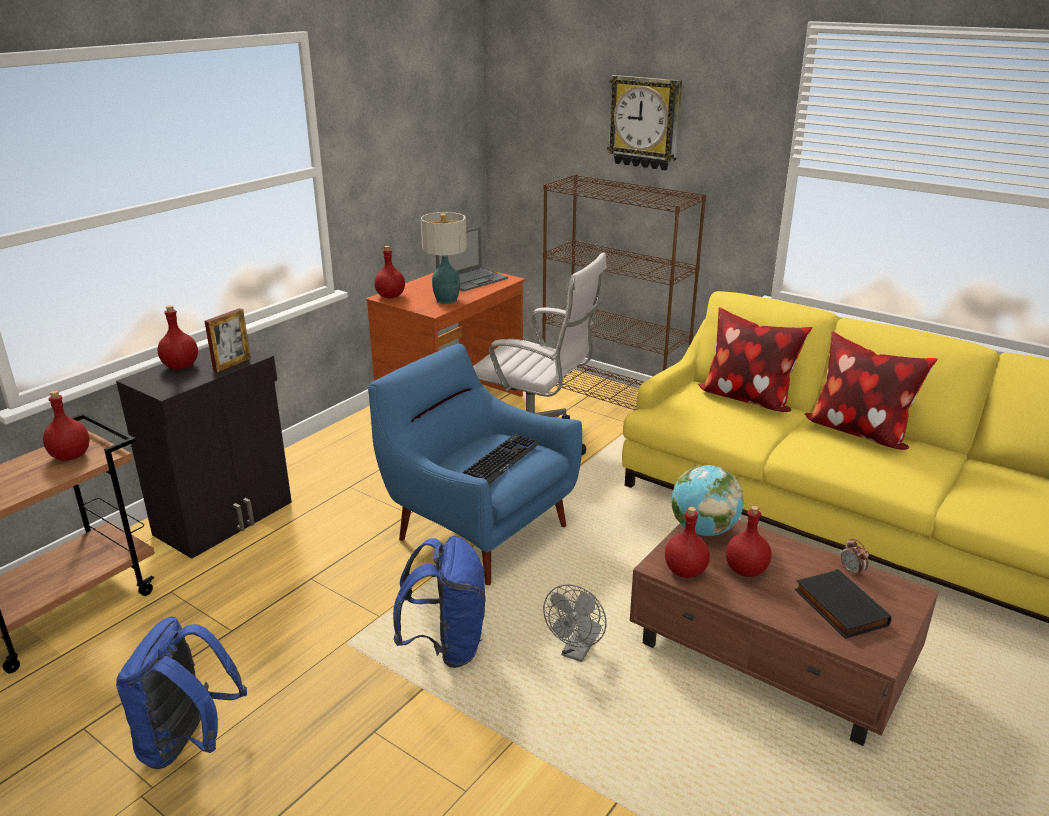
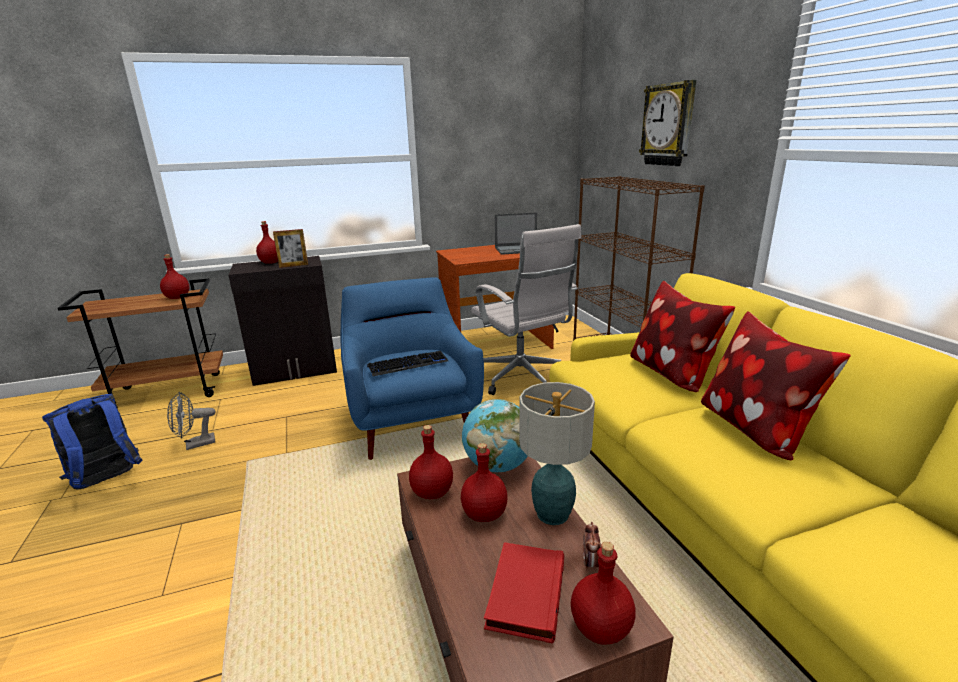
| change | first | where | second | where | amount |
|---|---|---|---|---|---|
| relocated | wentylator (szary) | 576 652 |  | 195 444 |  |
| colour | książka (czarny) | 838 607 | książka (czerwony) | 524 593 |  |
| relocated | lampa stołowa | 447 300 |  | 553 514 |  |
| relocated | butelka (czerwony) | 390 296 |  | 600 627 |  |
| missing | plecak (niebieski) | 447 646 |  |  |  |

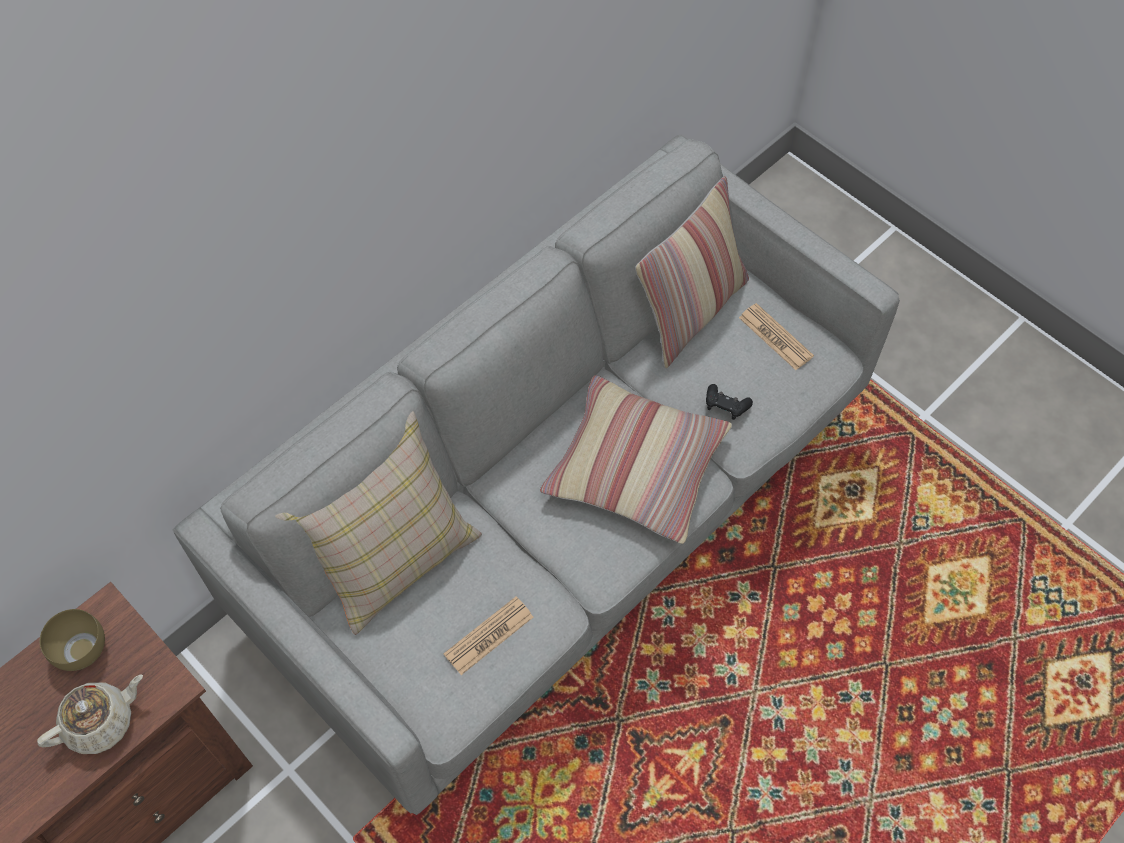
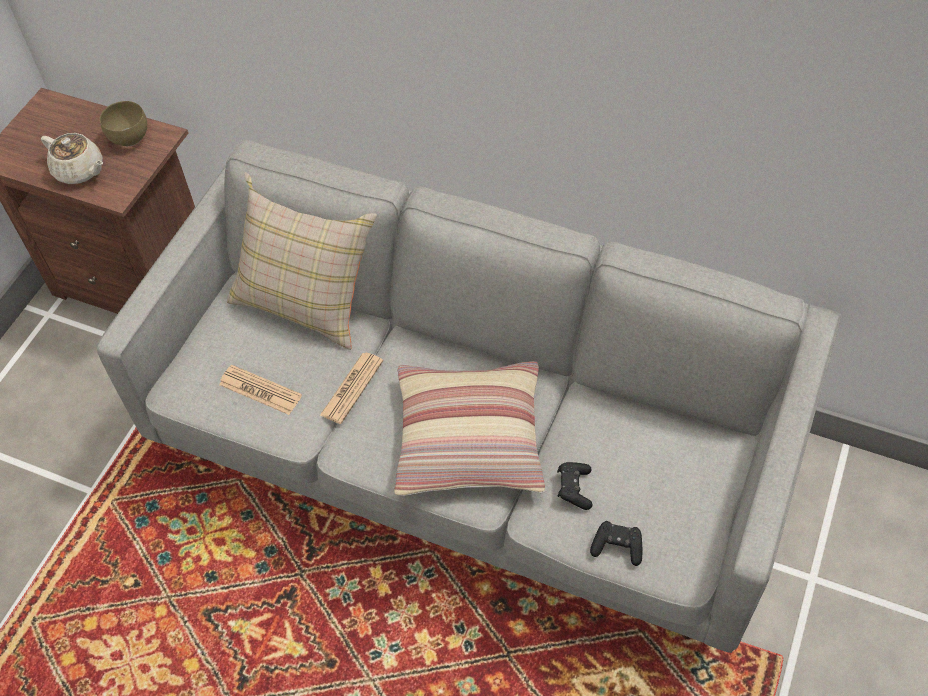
| change | first | where | second | where | amount |
|---|---|---|---|---|---|
| relocated | gazeta | 775 337 |  | 352 388 |  |
| appeared |  |  | pad do gier (czarny) | 617 547 |  |
| missing | poduszka | 690 312 |  |  |  |

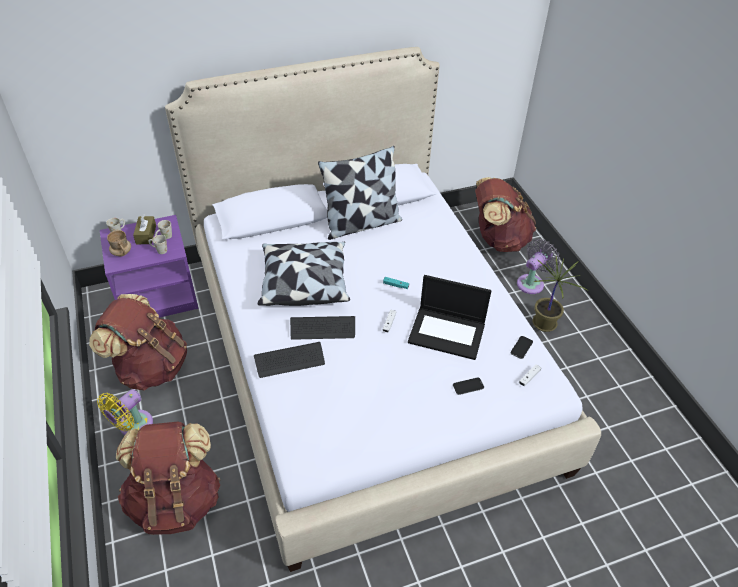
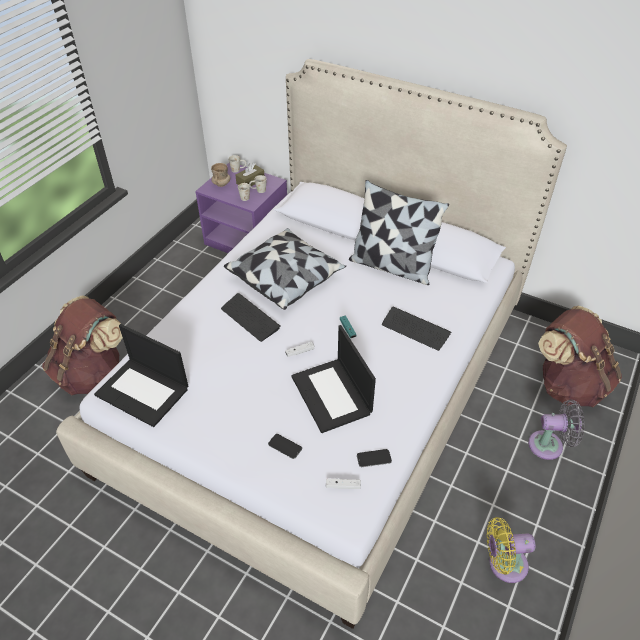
| change | first | where | second | where | amount |
|---|---|---|---|---|---|
| appeared |  |  | laptop | 144 391 |  |
| relocated | klawiatura | 289 360 |  | 415 329 |  |
| relocated | wentylator (żółty) | 133 427 |  | 503 564 |  |
| missing | plecak (brązowy) | 150 367 |  |  |  |
| missing | roślina doniczkowa | 545 324 |  |  |  |

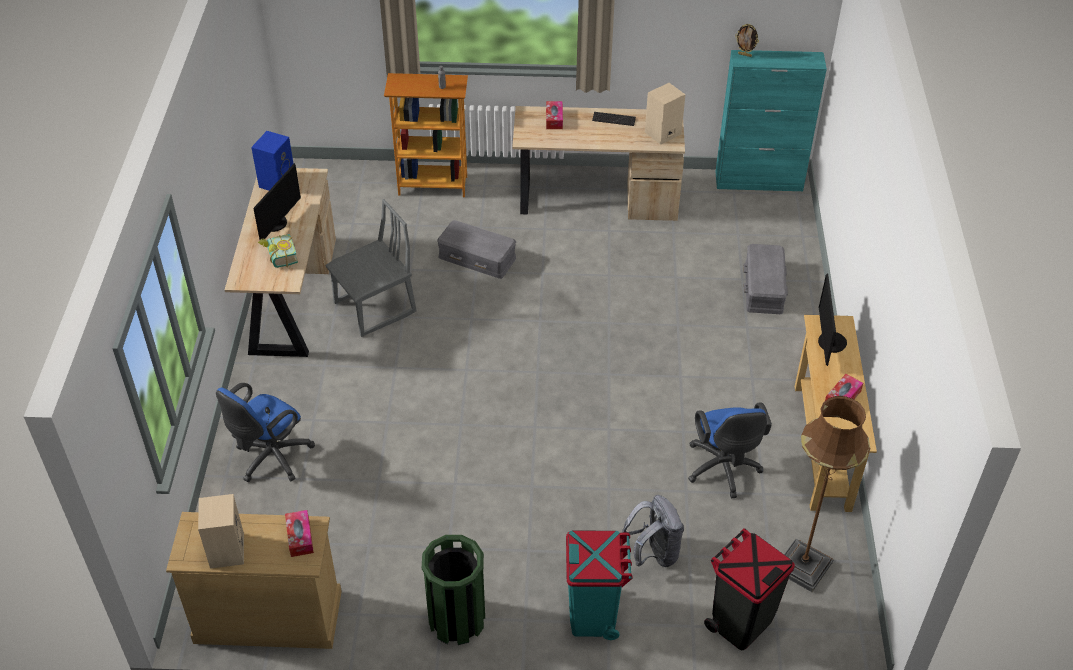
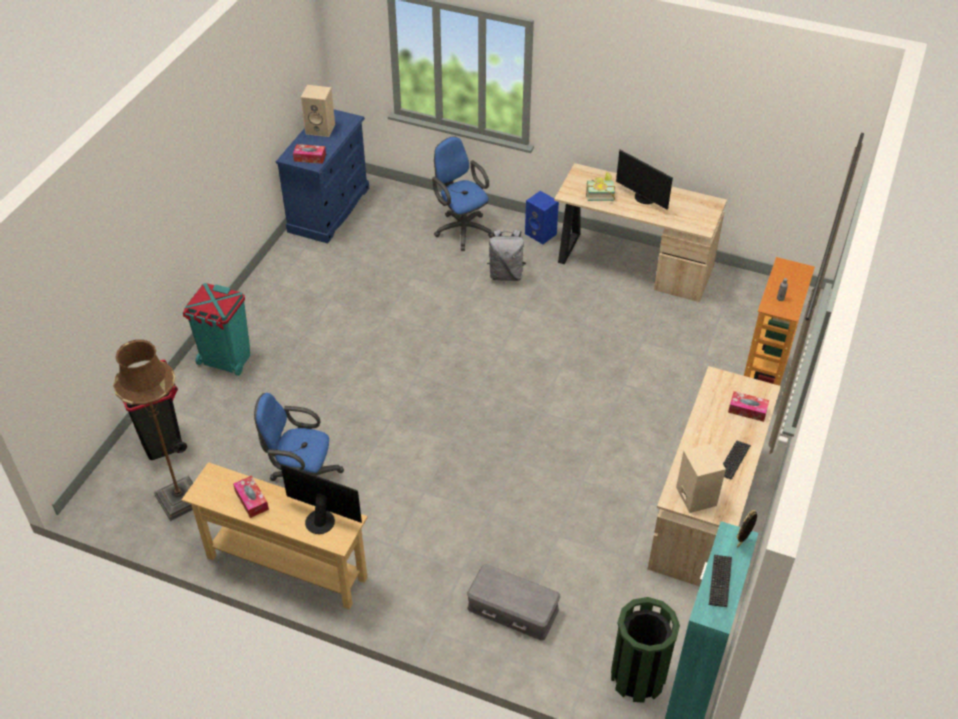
| change | first | where | second | where | amount |
|---|---|---|---|---|---|
| colour | komoda (beżowy) | 268 616 | komoda (niebieski) | 329 209 |  |
| relocated | plecak (szary) | 653 553 |  | 506 274 |  |
| relocated | głośnik (niebieski) | 277 181 |  | 541 234 |  |
| relocated | kosz na śmieci (zielony) | 457 620 |  | 637 677 |  |
| appeared |  |  | klawiatura | 720 581 |  |
| missing | krzesło (szary) | 375 308 |  |  |  |
| missing | pojemnik do przechowywania (szary) | 477 257 |  |  |  |

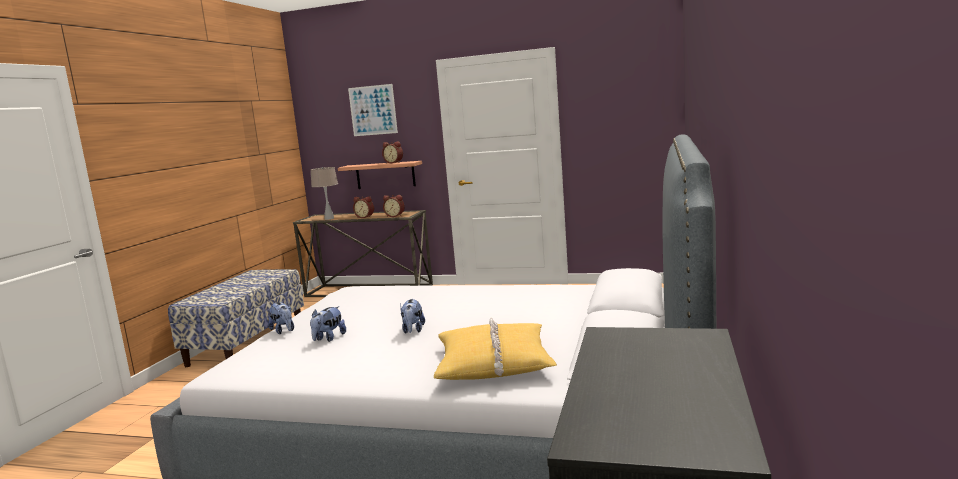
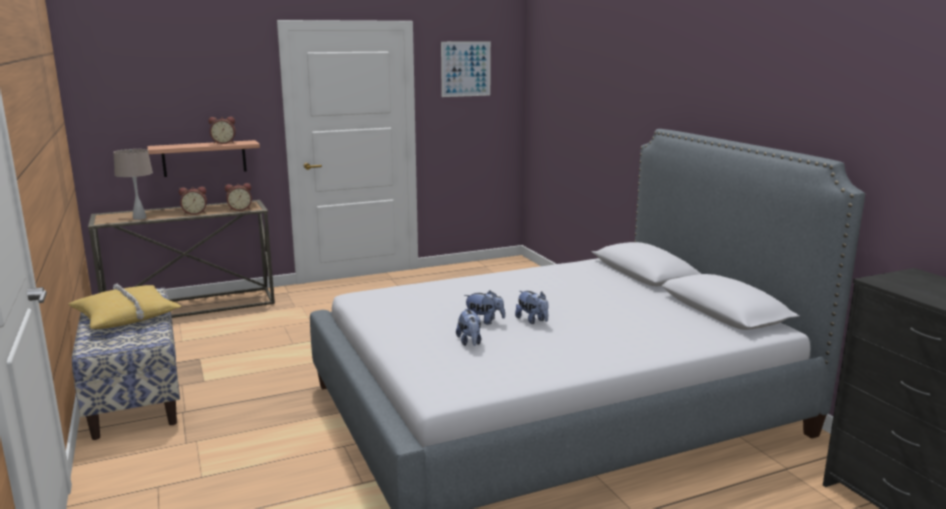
| change | first | where | second | where | amount |
|---|---|---|---|---|---|
| relocated | poduszka (żółty) | 493 363 |  | 126 316 |  |
| relocated | obraz | 373 110 |  | 466 69 |  |
| relocated | pluszak | 284 331 |  | 484 321 |  |

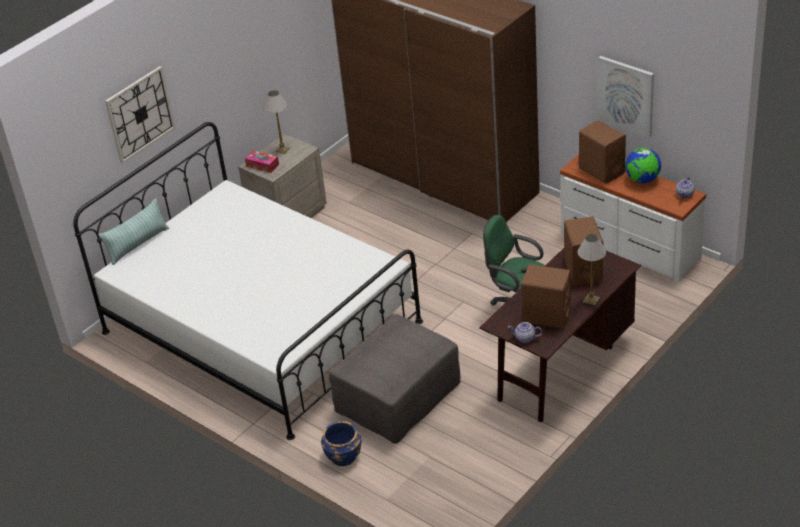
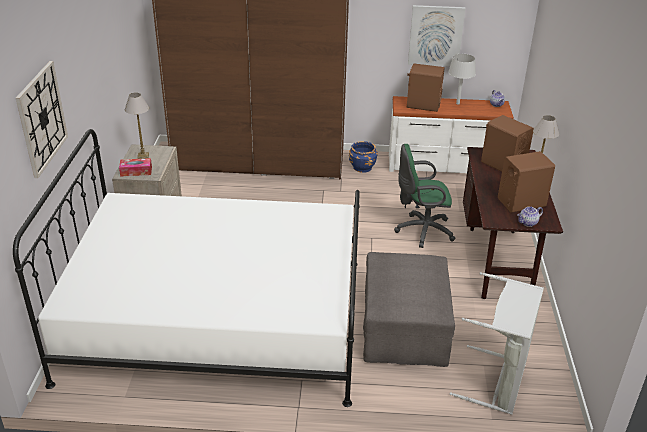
| change | first | where | second | where | amount |
|---|---|---|---|---|---|
| relocated | donica (niebieski) | 343 456 |  | 362 167 |  |
| exchanged | globus | 642 180 | lampa stołowa (szary) | 458 103 |  |
| appeared |  |  | kosz na pranie (szary) | 498 382 |  |
| missing | poduszka | 138 244 |  |  |  |

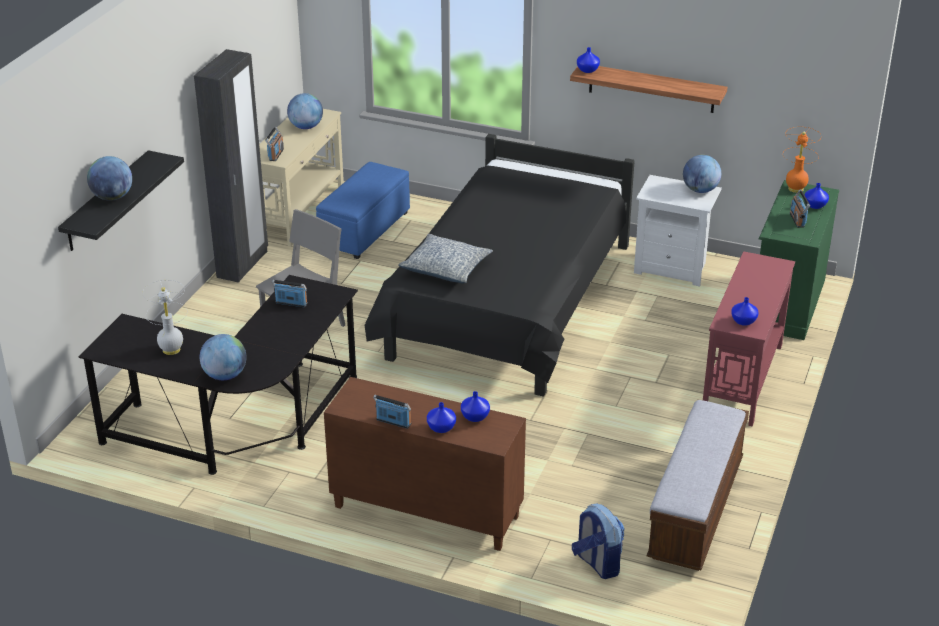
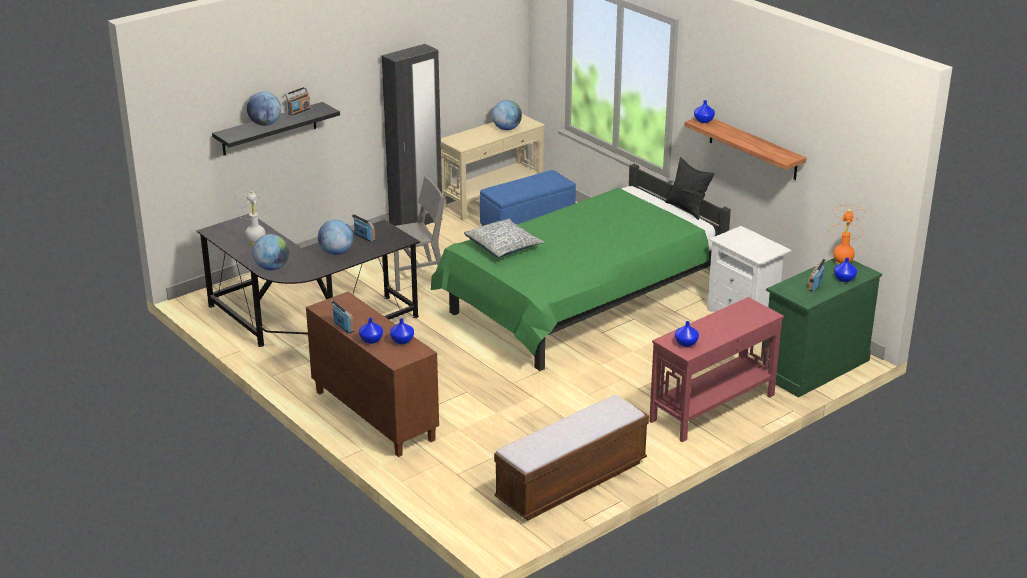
| change | first | where | second | where | amount |
|---|---|---|---|---|---|
| relocated | radio | 276 154 |  | 299 111 |  |
| relocated | globus | 700 190 |  | 336 252 |  |
| colour | łóżko (czarny) | 509 306 | łóżko (zielony) | 580 304 |  |
| appeared |  |  | poduszka (czarny) | 687 209 |  |
| missing | plecak | 597 563 |  |  |  |

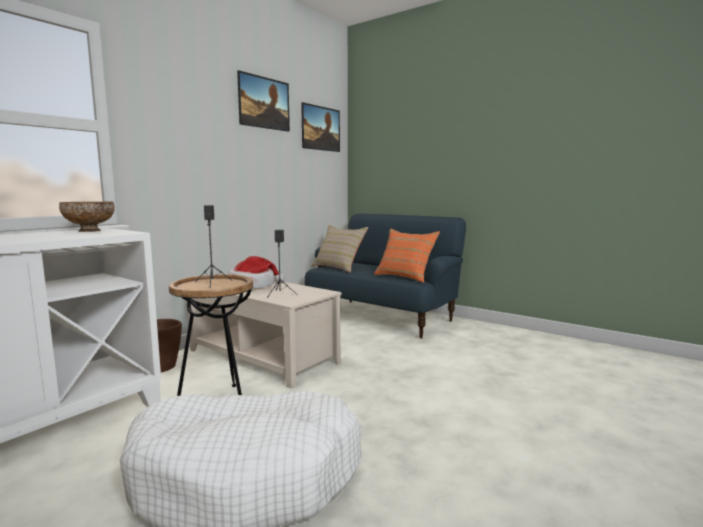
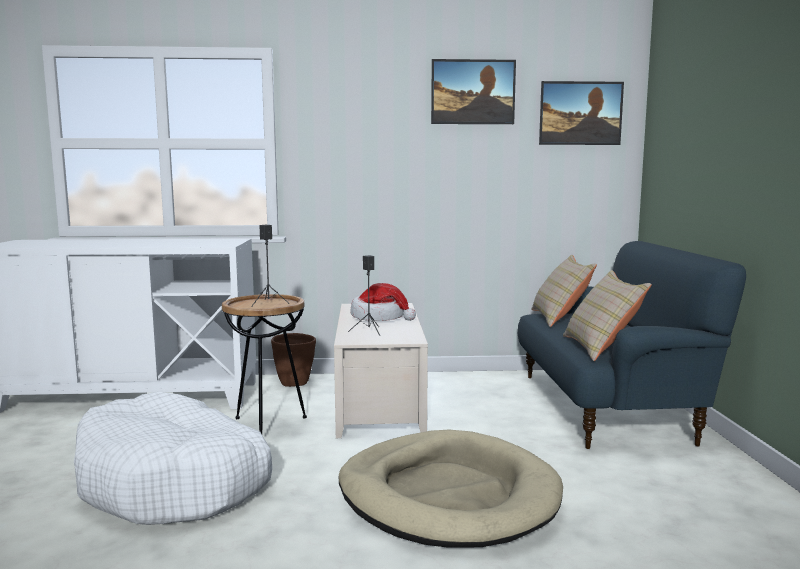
| change | first | where | second | where | amount |
|---|---|---|---|---|---|
| appeared |  |  | legowisko (beżowy) | 447 495 |  |
| colour | poduszka (pomarańczowy) | 405 276 | poduszka (beżowy) | 600 348 |  |
| missing | miska | 89 231 |  |  |  |

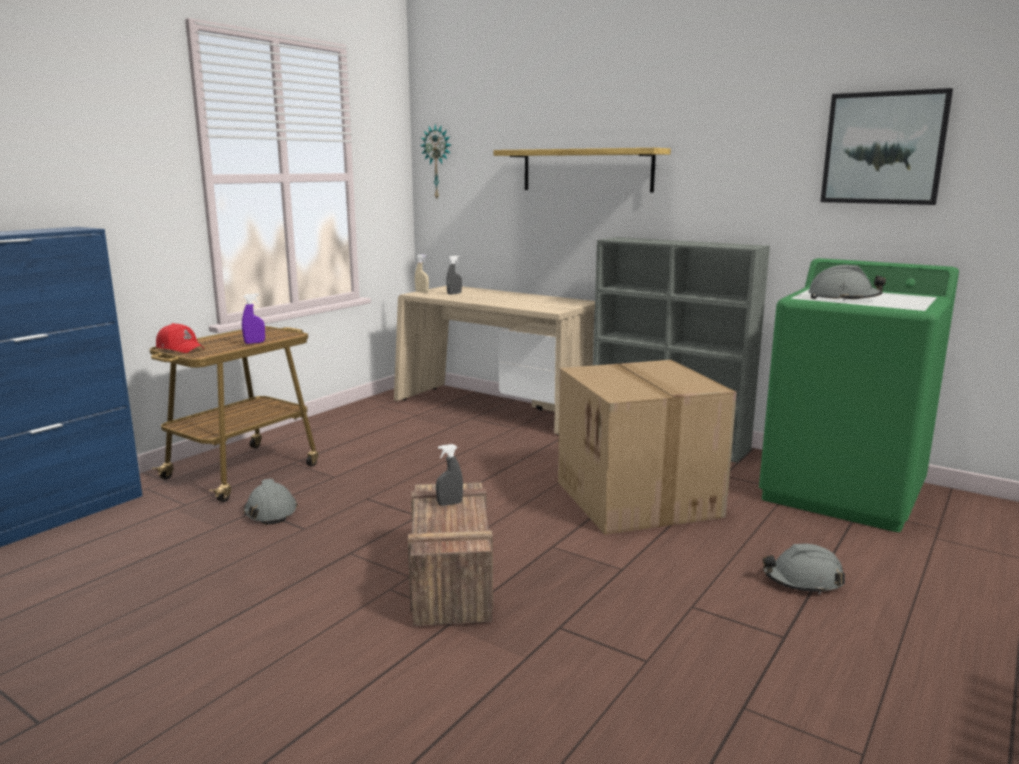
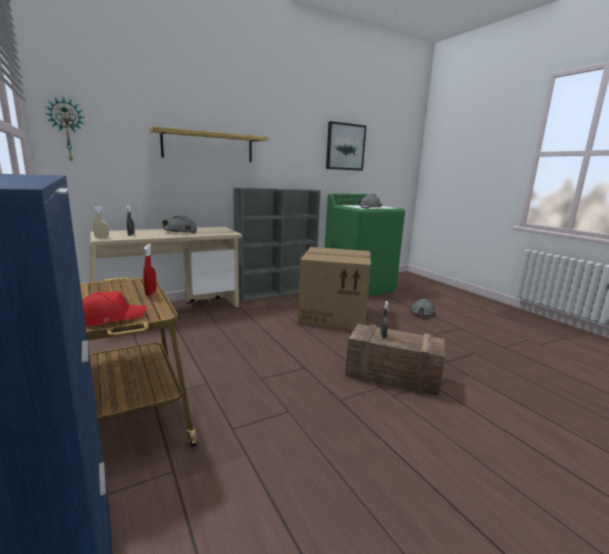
| change | first | where | second | where | amount |
|---|---|---|---|---|---|
| colour | spryskiwacz (fioletowy) | 254 343 | spryskiwacz (czerwony) | 151 293 |  |
| relocated | kask (szary) | 270 511 |  | 180 231 |  |

